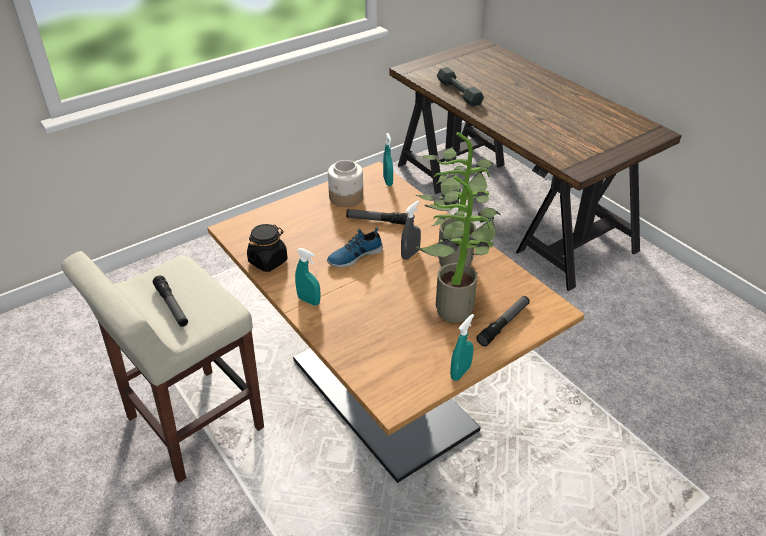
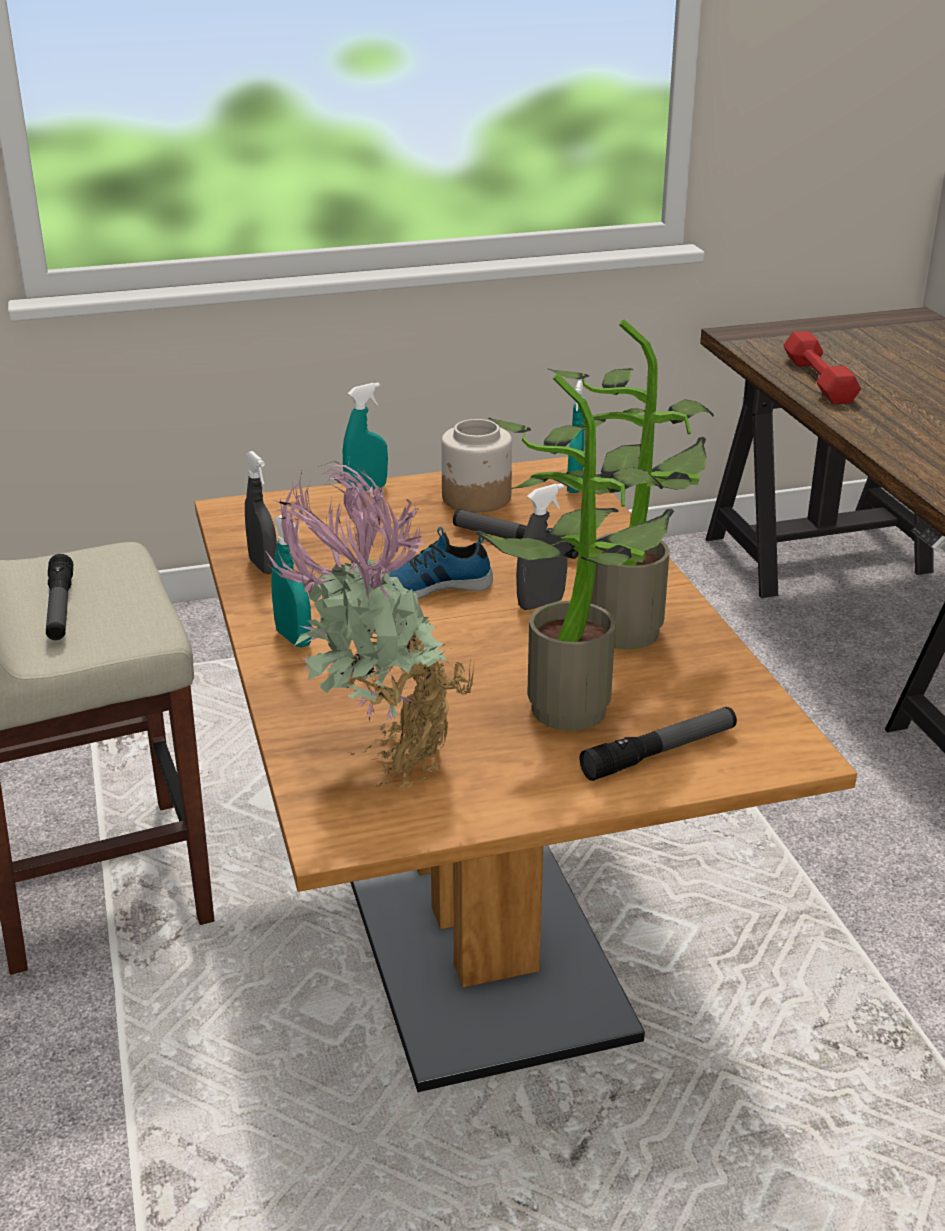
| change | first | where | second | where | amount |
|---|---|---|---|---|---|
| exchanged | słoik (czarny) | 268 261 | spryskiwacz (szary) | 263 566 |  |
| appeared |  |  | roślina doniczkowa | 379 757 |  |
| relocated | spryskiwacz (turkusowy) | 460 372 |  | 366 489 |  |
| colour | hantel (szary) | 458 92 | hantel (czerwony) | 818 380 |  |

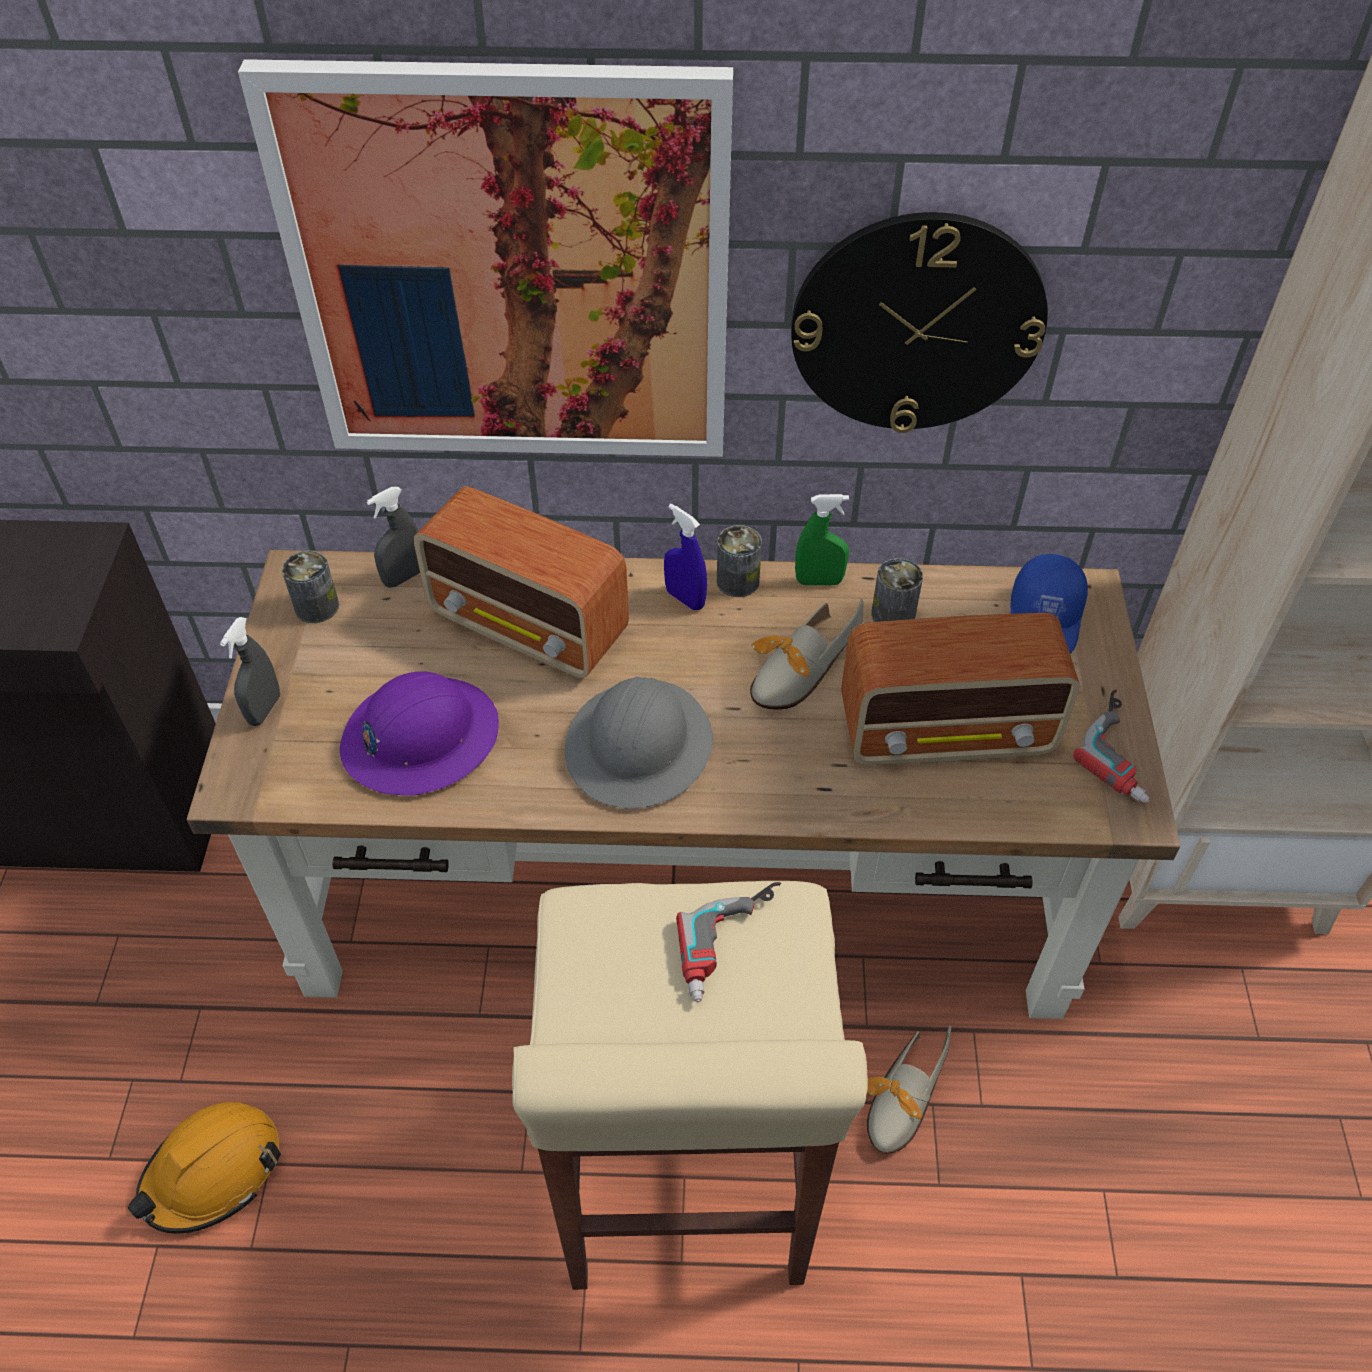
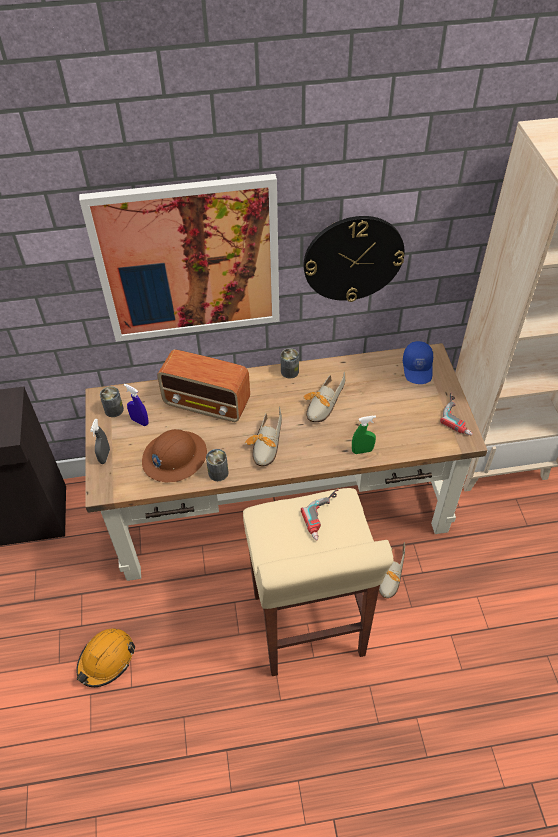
| change | first | where | second | where | amount |
|---|---|---|---|---|---|
| relocated | spryskiwacz (niebieski) | 685 599 |  | 139 421 |  |
| colour | kask (fioletowy) | 420 737 | kask (brązowy) | 174 457 |  |
| relocated | puszka | 893 615 |  | 218 473 |  |
| exchanged | kask (szary) | 640 746 | but | 266 446 |  |
| relocated | spryskiwacz (zielony) | 819 581 |  | 362 451 |  |
| missing | spryskiwacz (szary) | 404 577 |  |  |  |
| missing | radio | 947 733 |  |  |  |

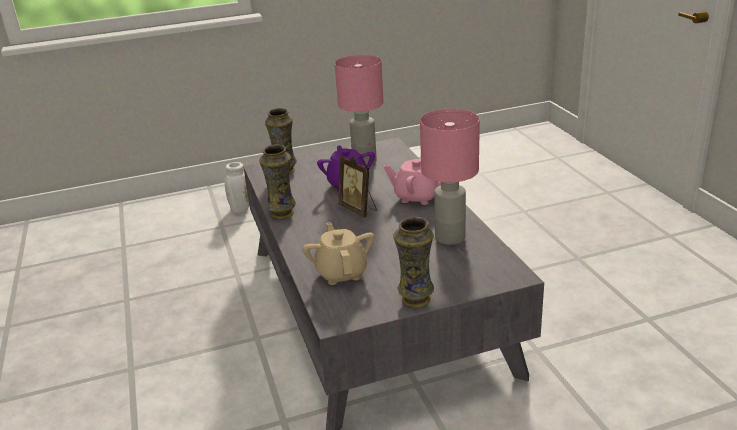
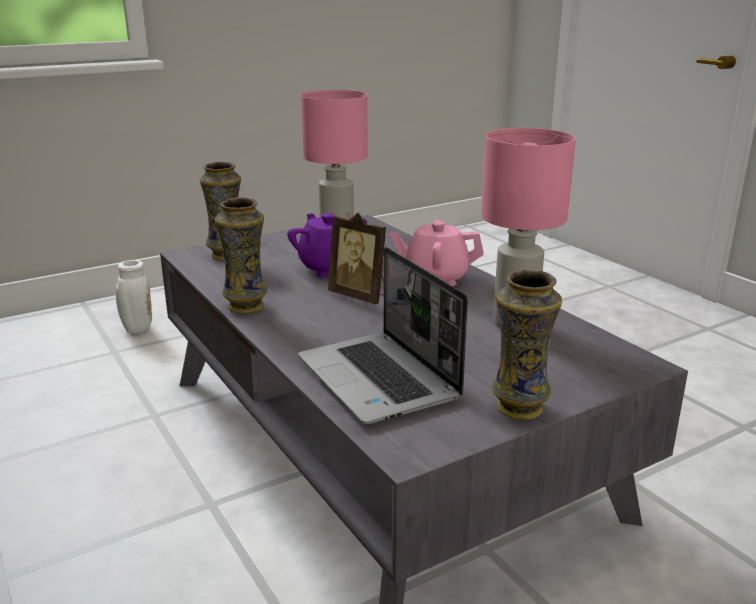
| change | first | where | second | where | amount |
|---|---|---|---|---|---|
| exchanged | imbryk (beżowy) | 341 273 | laptop | 380 379 |  |

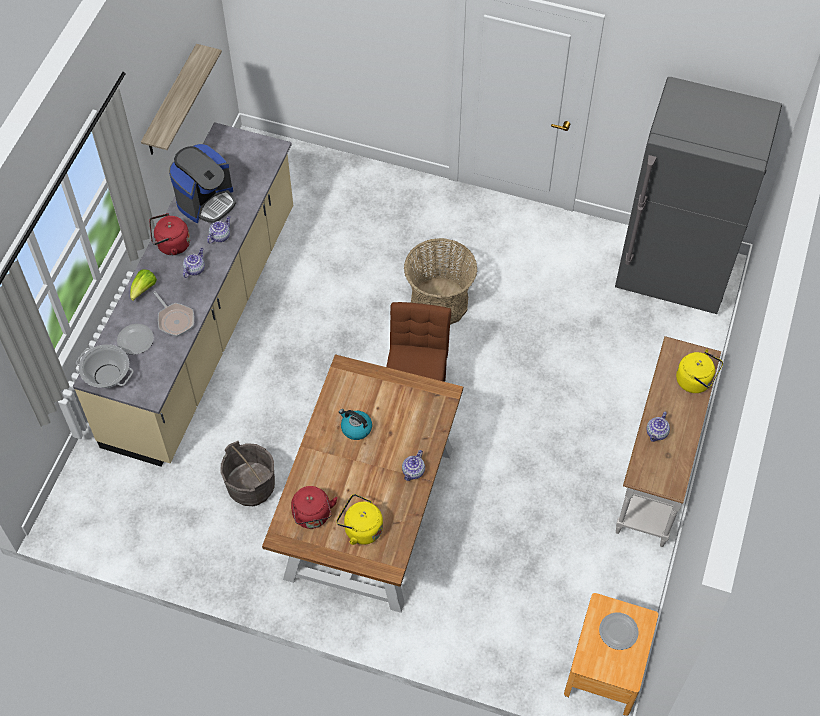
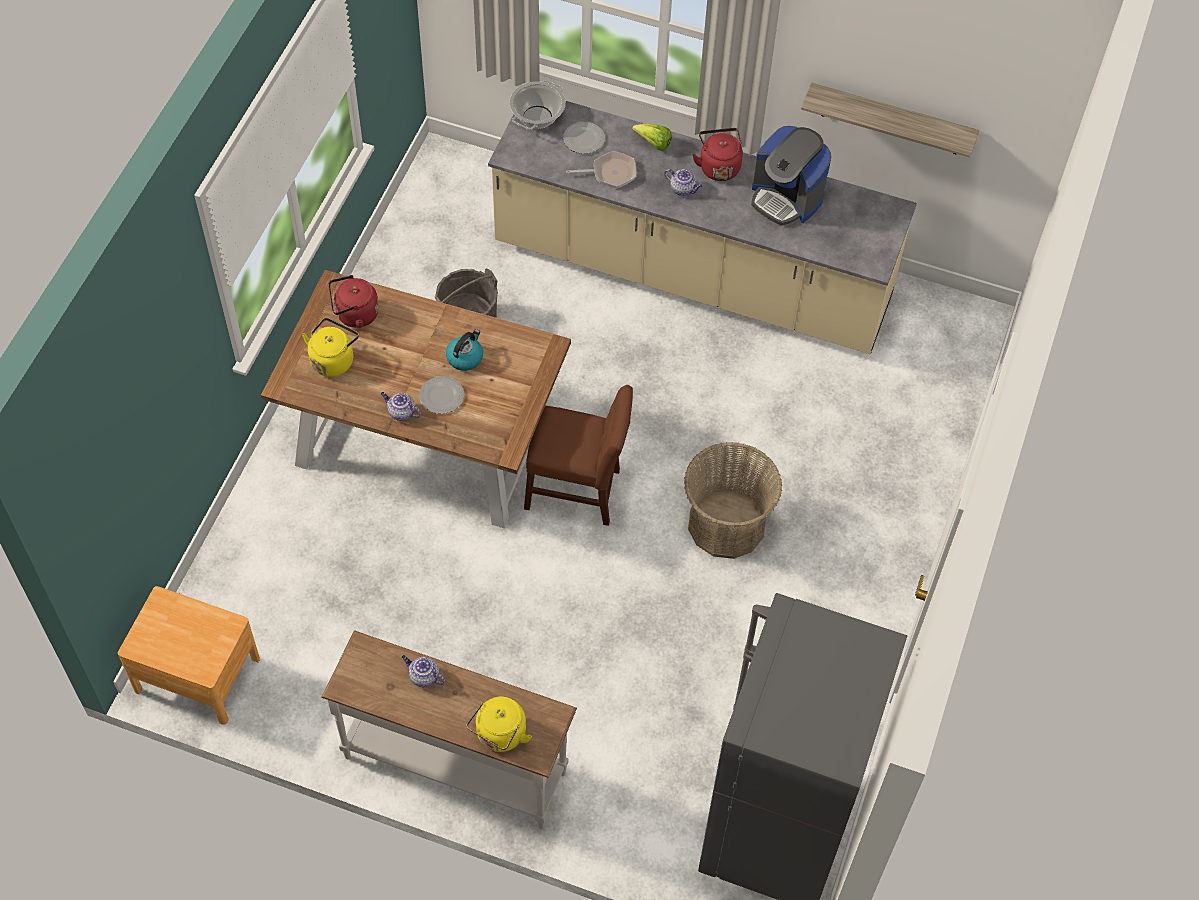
| change | first | where | second | where | amount |
|---|---|---|---|---|---|
| relocated | talerz | 619 632 |  | 441 397 |  |
| spun | patelnia | 175 320 |  | 610 173 | 150 degrees counterclockwise |
| missing | imbryk | 220 236 |  |  |  |

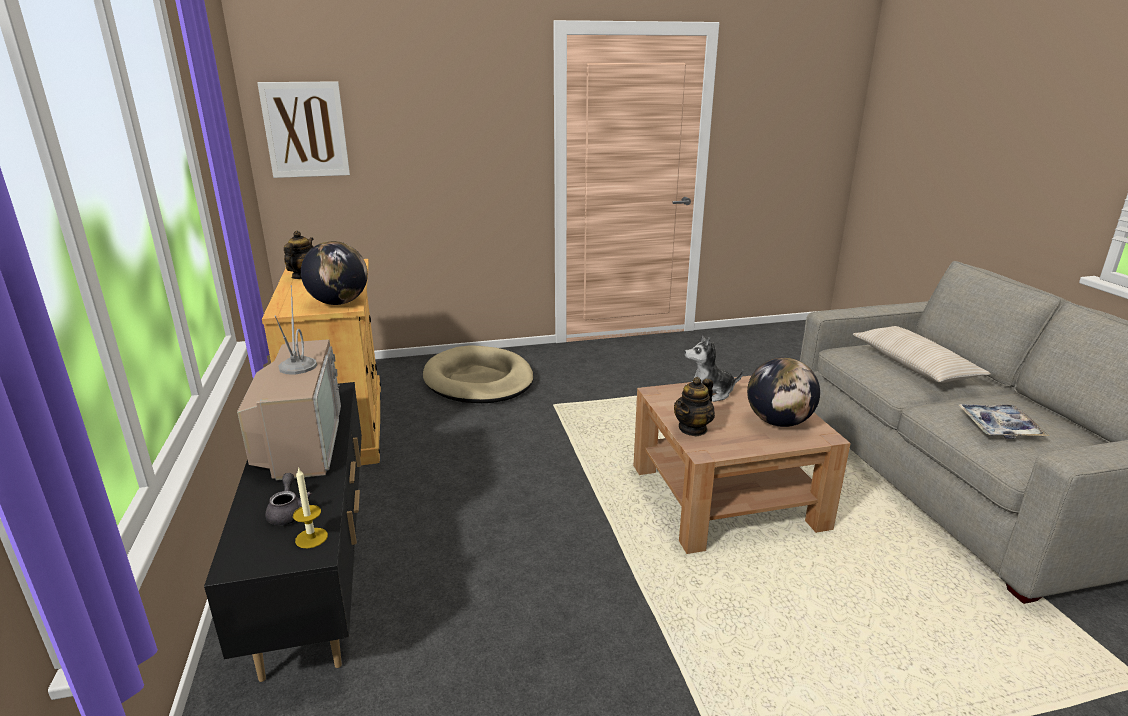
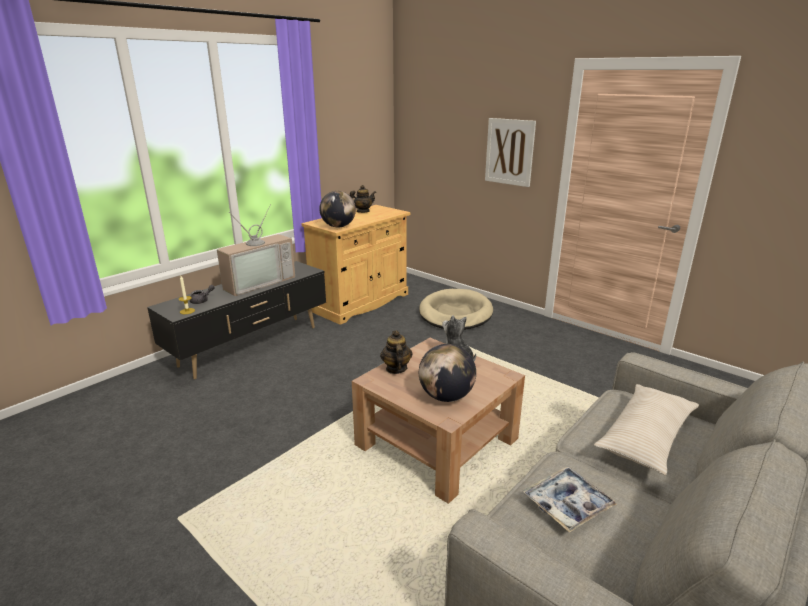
| change | first | where | second | where | amount |
|---|---|---|---|---|---|
| spun | imbryk | 693 429 |  | 396 369 | 75 degrees clockwise |
| relocated | obraz | 305 130 |  | 509 152 |  |

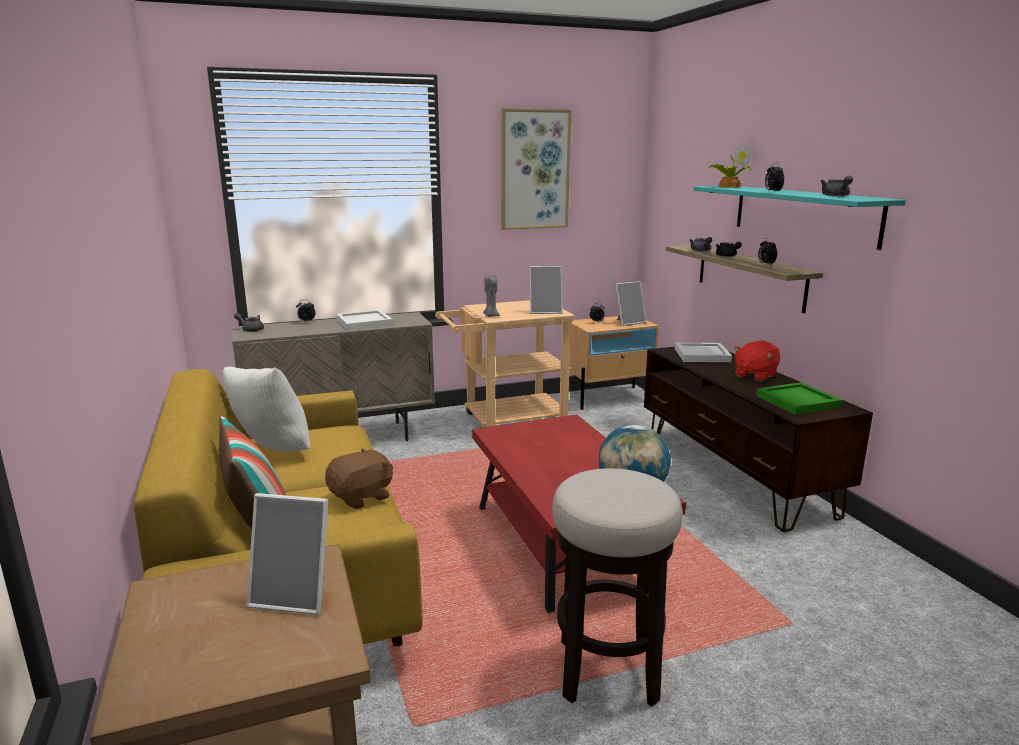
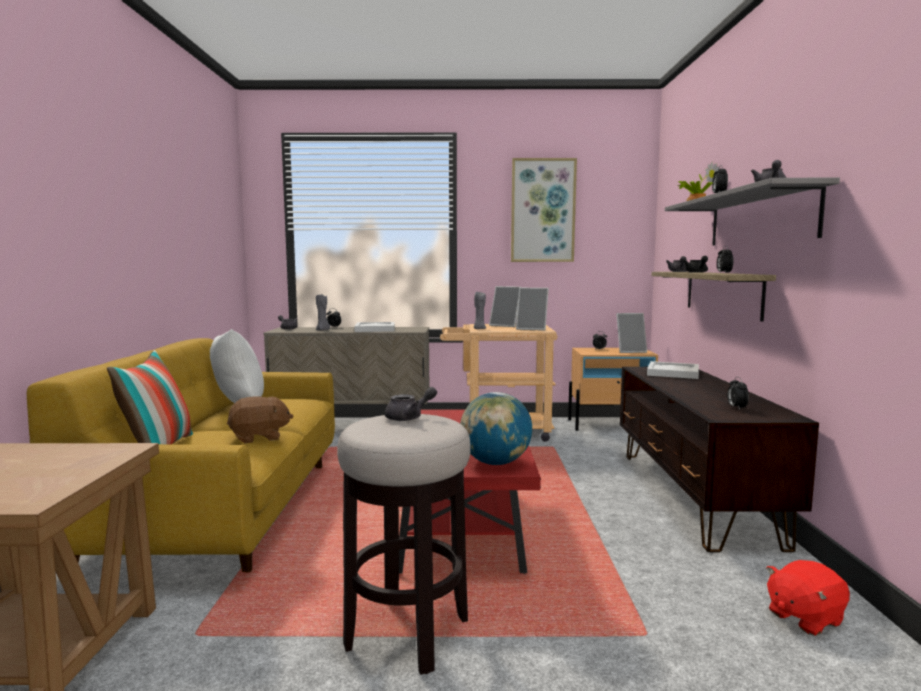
| change | first | where | second | where | amount |
|---|---|---|---|---|---|
| appeared |  |  | świeca (szary) | 323 330 |  |
| appeared |  |  | imbryk (szary) | 409 417 |  |
| relocated | ramka na zdjęcie | 295 595 |  | 506 325 |  |
| colour | półka (turkusowy) | 803 214 | półka (szary) | 759 219 |  |
| exchanged | taca (zielony) | 799 401 | budzik | 736 408 |  |
| relocated | pluszak (czerwony) | 754 375 |  | 804 617 |  |

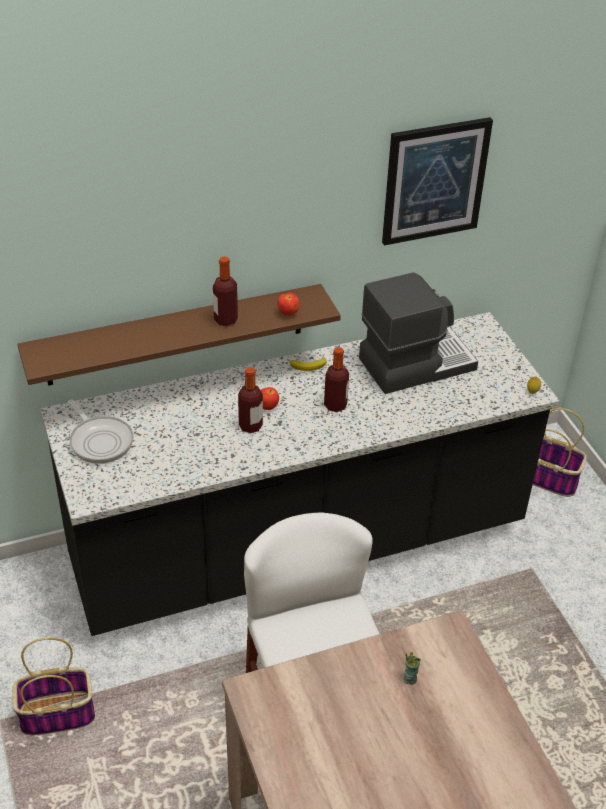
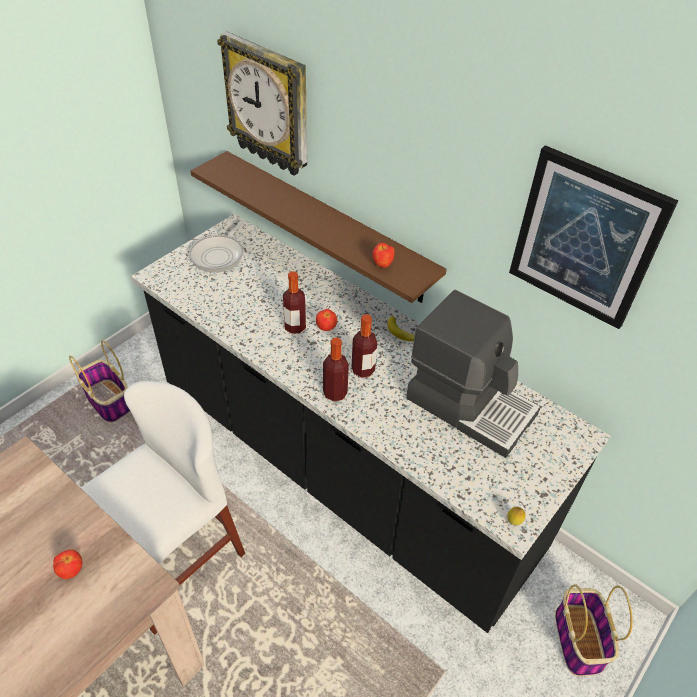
| change | first | where | second | where | amount |
|---|---|---|---|---|---|
| exchanged | filiżanka | 409 679 | jabłko | 72 570 |  |
| appeared |  |  | zegar ścienny | 269 106 |  |
| relocated | butelka | 225 320 |  | 335 393 |  |

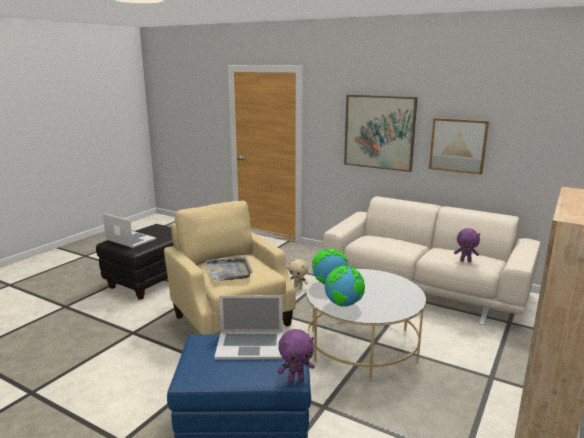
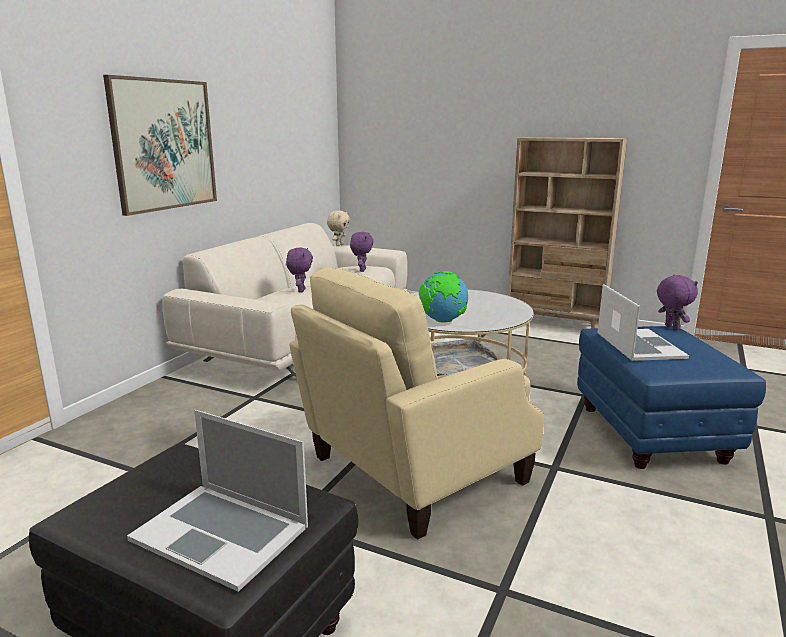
| change | first | where | second | where | amount |
|---|---|---|---|---|---|
| spun | laptop | 130 239 |  | 221 532 | 90 degrees counterclockwise |
| appeared |  |  | pluszak (fioletowy) | 300 291 |  |
| relocated | pluszak (beżowy) | 298 287 |  | 338 245 |  |
| missing | globus | 344 304 |  |  |  |
| missing | obraz | 458 145 |  |  |  |

